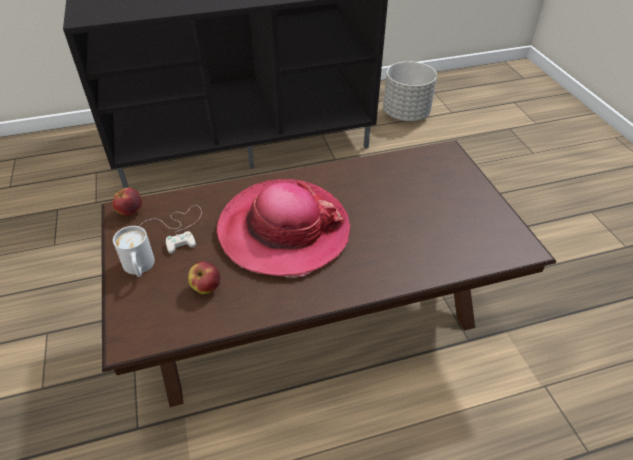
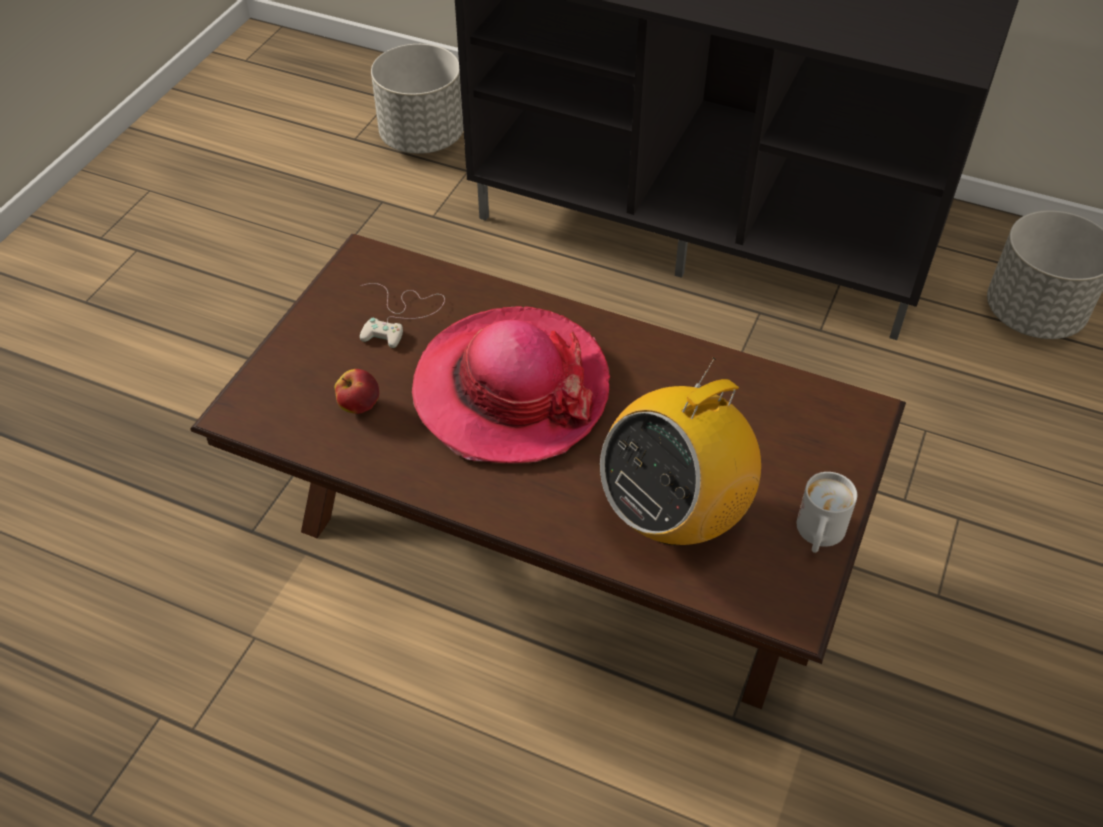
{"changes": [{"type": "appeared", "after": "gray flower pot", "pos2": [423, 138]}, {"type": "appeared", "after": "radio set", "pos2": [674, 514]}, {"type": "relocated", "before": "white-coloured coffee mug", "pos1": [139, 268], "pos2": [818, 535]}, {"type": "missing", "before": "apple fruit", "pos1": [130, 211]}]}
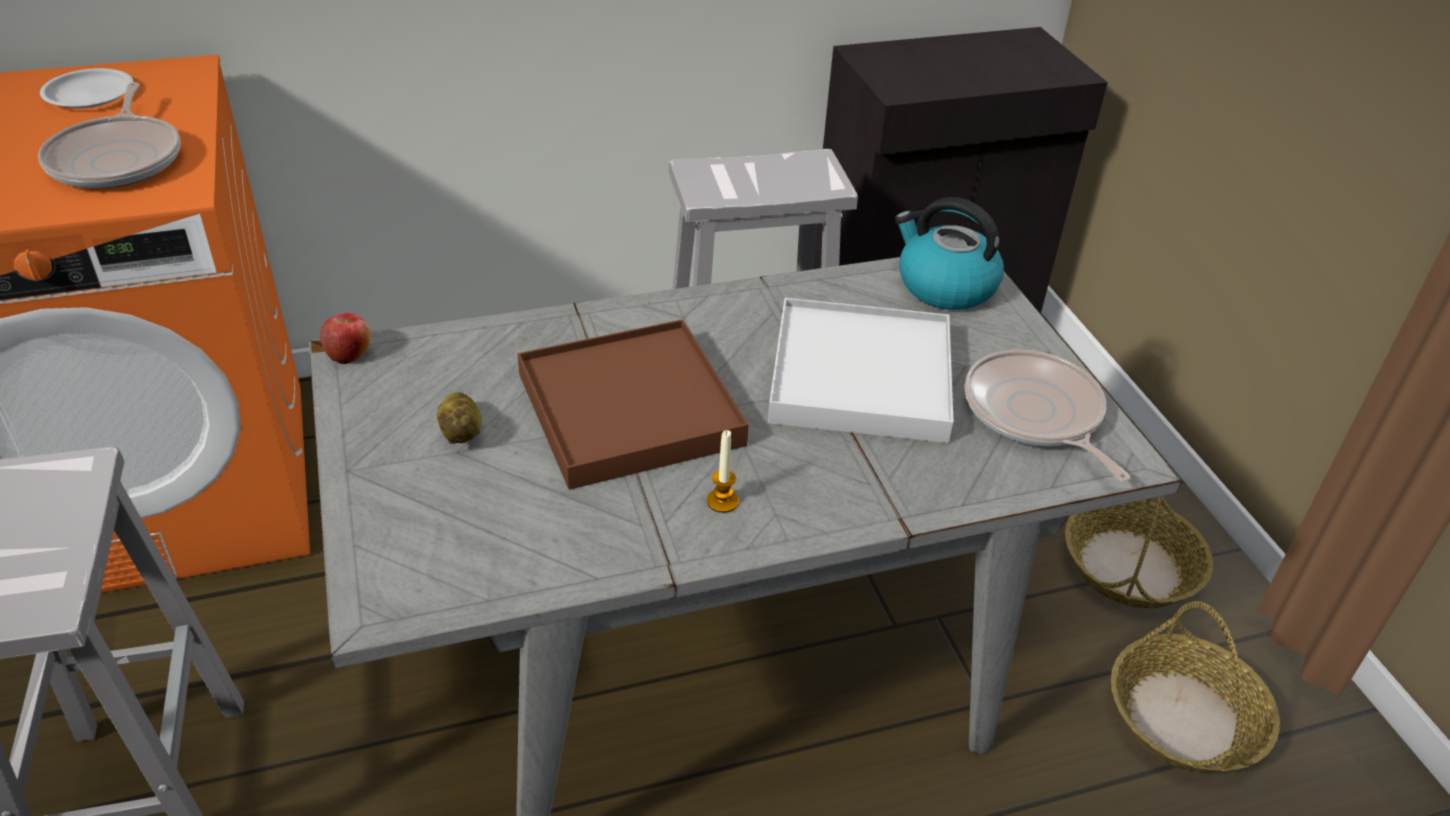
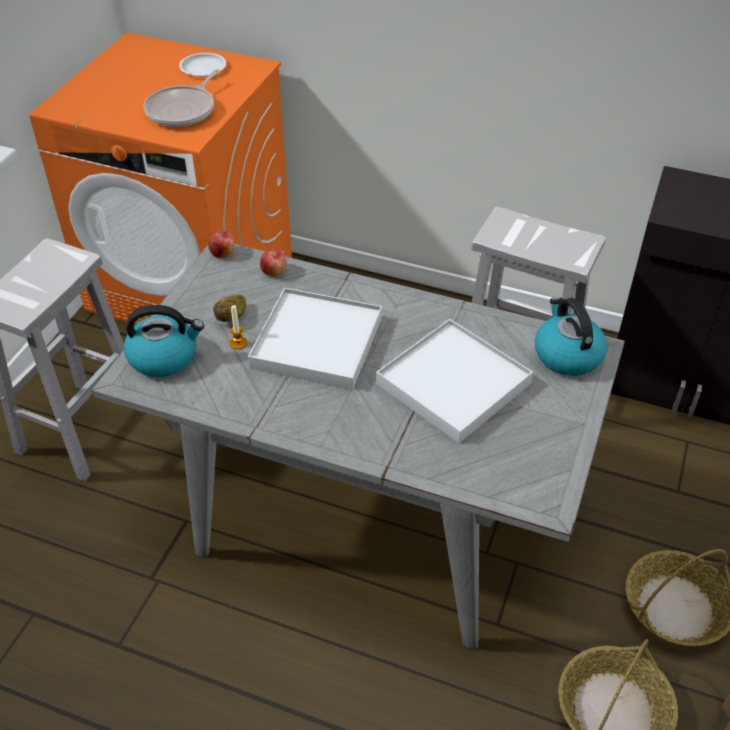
{"changes": [{"type": "appeared", "after": "water kettle", "pos2": [164, 357]}, {"type": "relocated", "before": "wax light", "pos1": [722, 501], "pos2": [238, 343]}, {"type": "colour", "before": "brown carrying tray", "after": "white-coloured carrying tray", "pos1": [630, 409], "pos2": [317, 343]}, {"type": "appeared", "after": "apple fruit", "pos2": [274, 271]}, {"type": "missing", "before": "frying pan", "pos1": [1035, 414]}]}
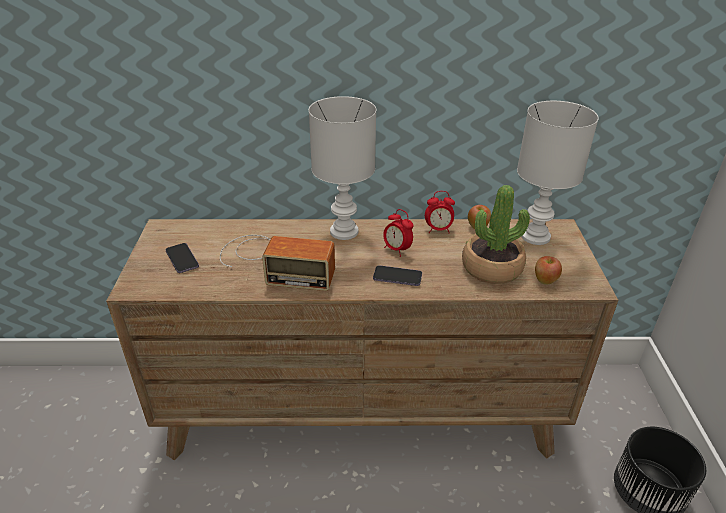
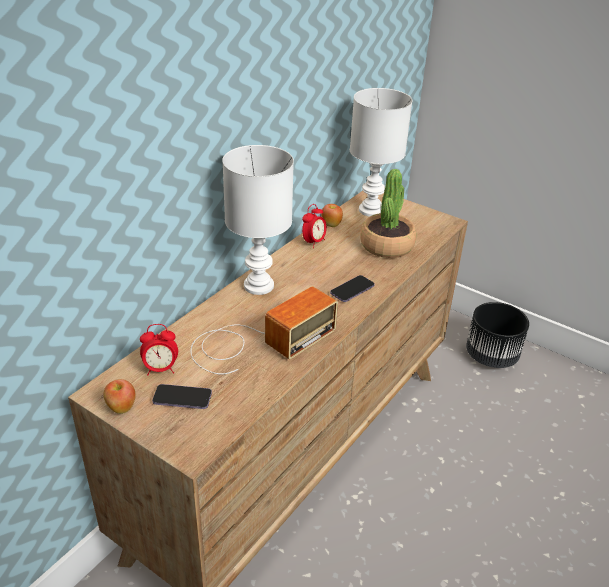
{"changes": [{"type": "relocated", "before": "apple fruit", "pos1": [545, 280], "pos2": [121, 408]}, {"type": "relocated", "before": "table clock", "pos1": [397, 249], "pos2": [161, 369]}]}
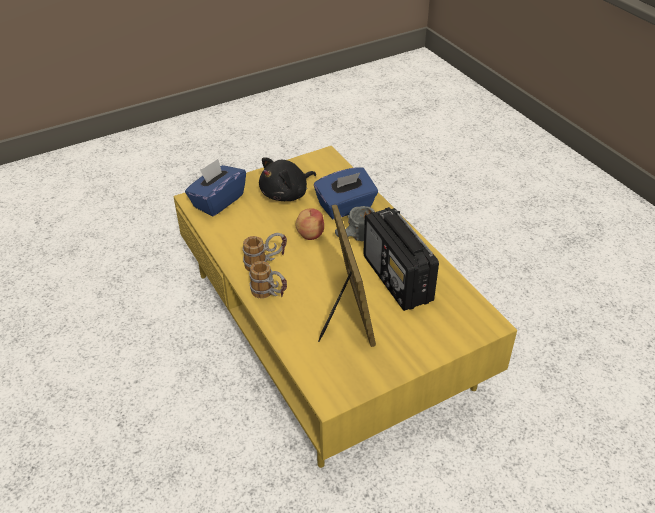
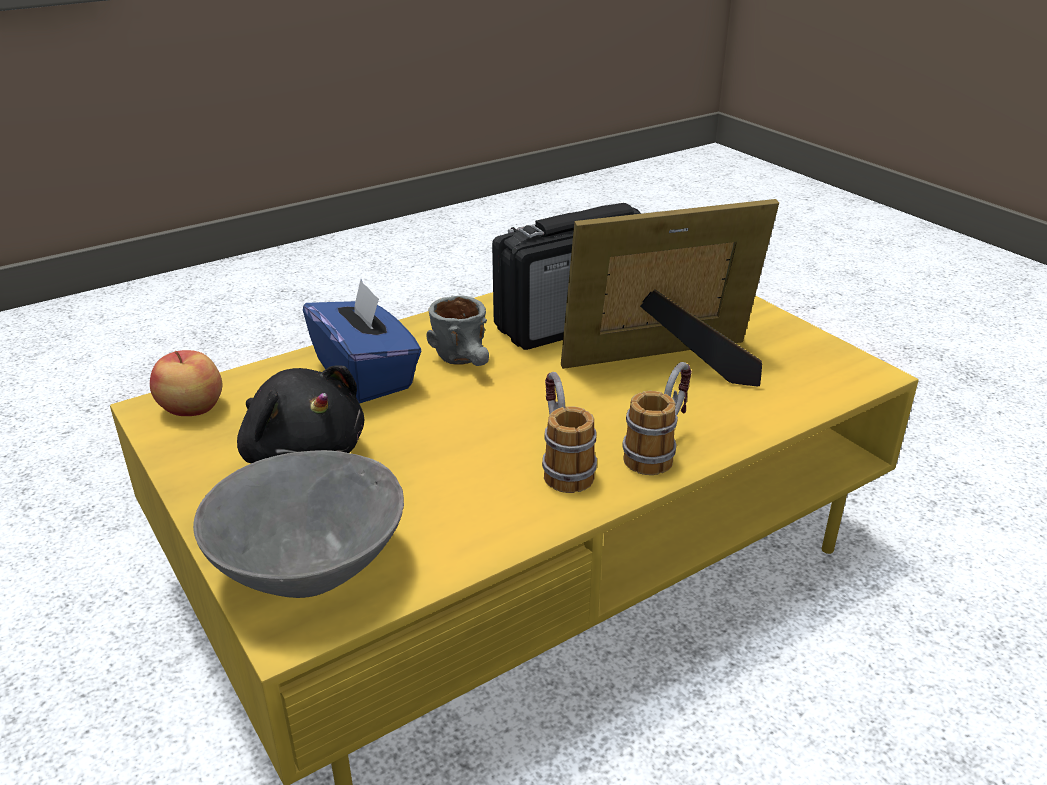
{"changes": [{"type": "relocated", "before": "apple fruit", "pos1": [310, 234], "pos2": [192, 409]}, {"type": "exchanged", "before": "blue-coloured tissue box", "after": "gray serving bowl", "pos1": [218, 201], "pos2": [312, 570]}]}
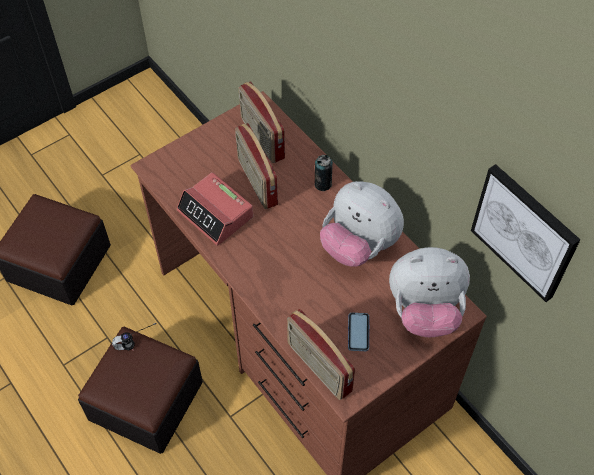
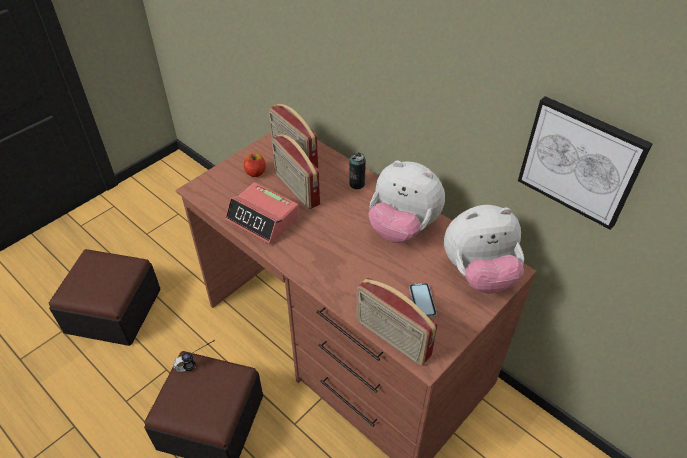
{"changes": [{"type": "appeared", "after": "apple fruit", "pos2": [255, 172]}]}
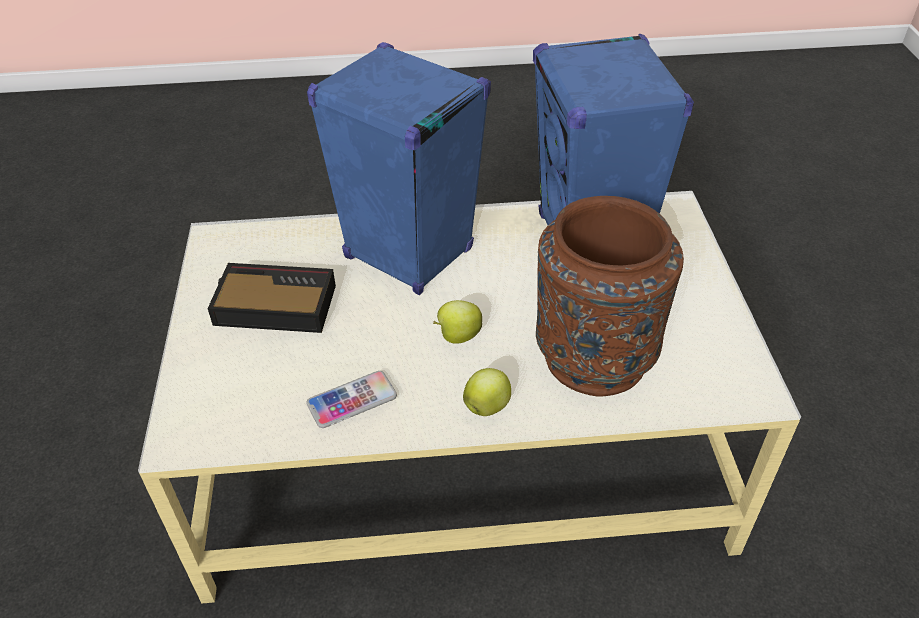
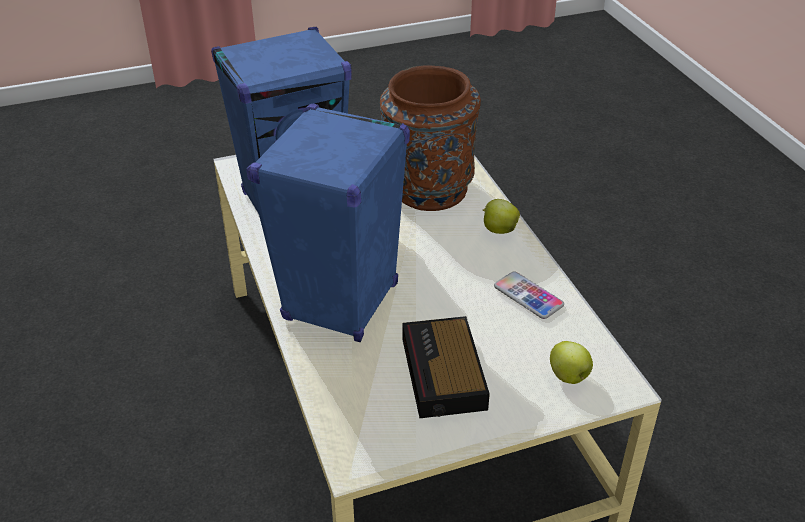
{"changes": [{"type": "relocated", "before": "apple fruit", "pos1": [457, 336], "pos2": [569, 377]}]}
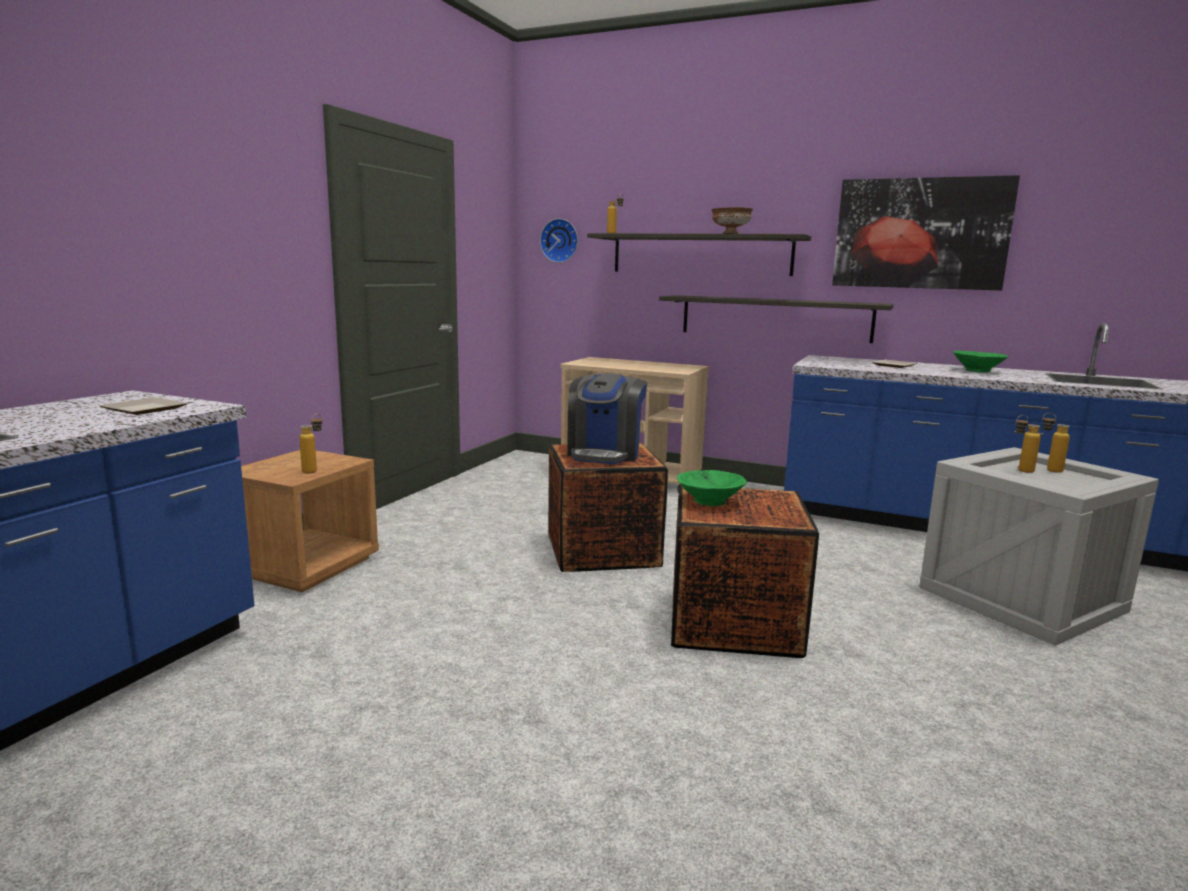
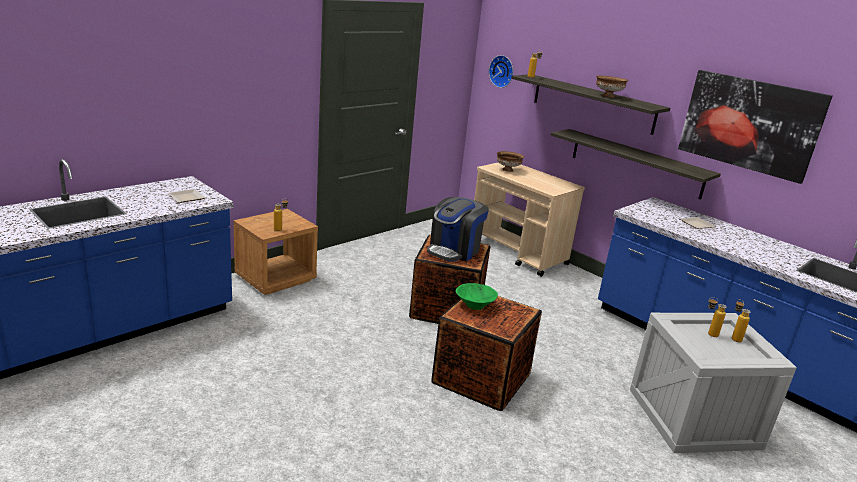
{"changes": [{"type": "appeared", "after": "brown serving bowl", "pos2": [507, 170]}, {"type": "missing", "before": "green serving bowl", "pos1": [977, 371]}]}
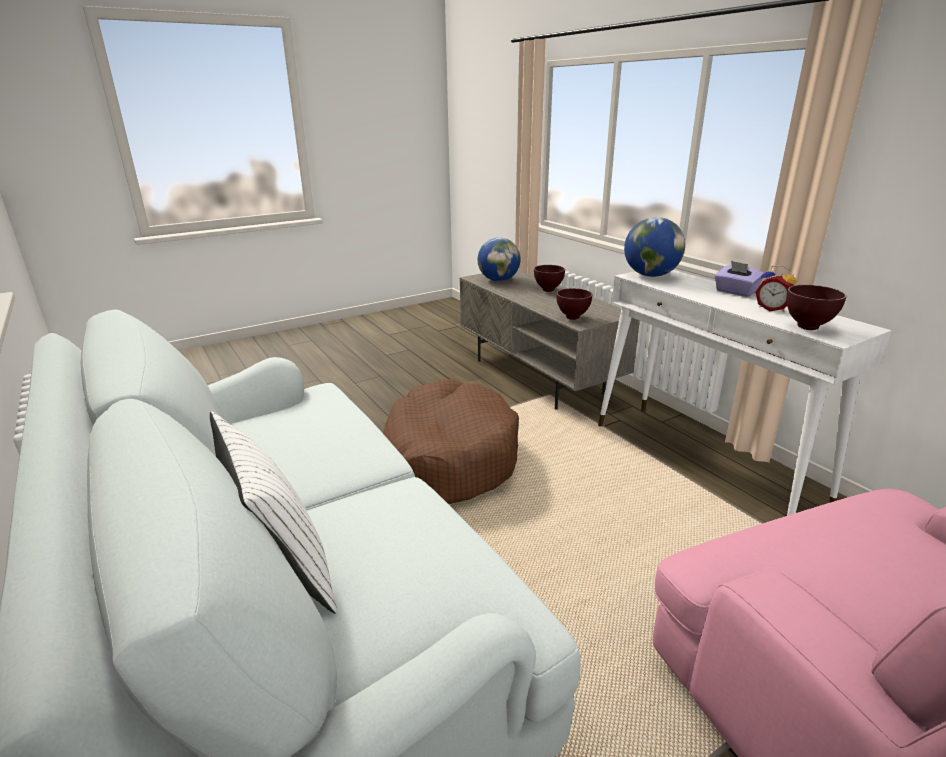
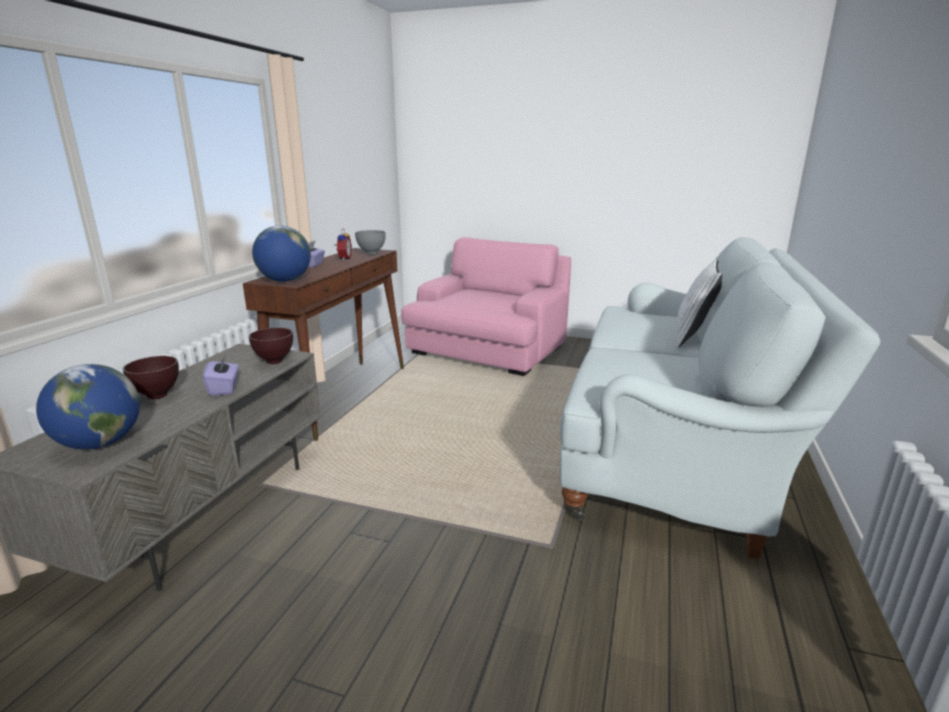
{"changes": [{"type": "appeared", "after": "purplish tissue box", "pos2": [224, 388]}, {"type": "colour", "before": "white-coloured narrow table", "after": "brown narrow table", "pos1": [703, 464], "pos2": [342, 396]}, {"type": "colour", "before": "brown serving bowl", "after": "gray serving bowl", "pos1": [806, 327], "pos2": [372, 254]}, {"type": "missing", "before": "brown dog bed", "pos1": [450, 456]}]}
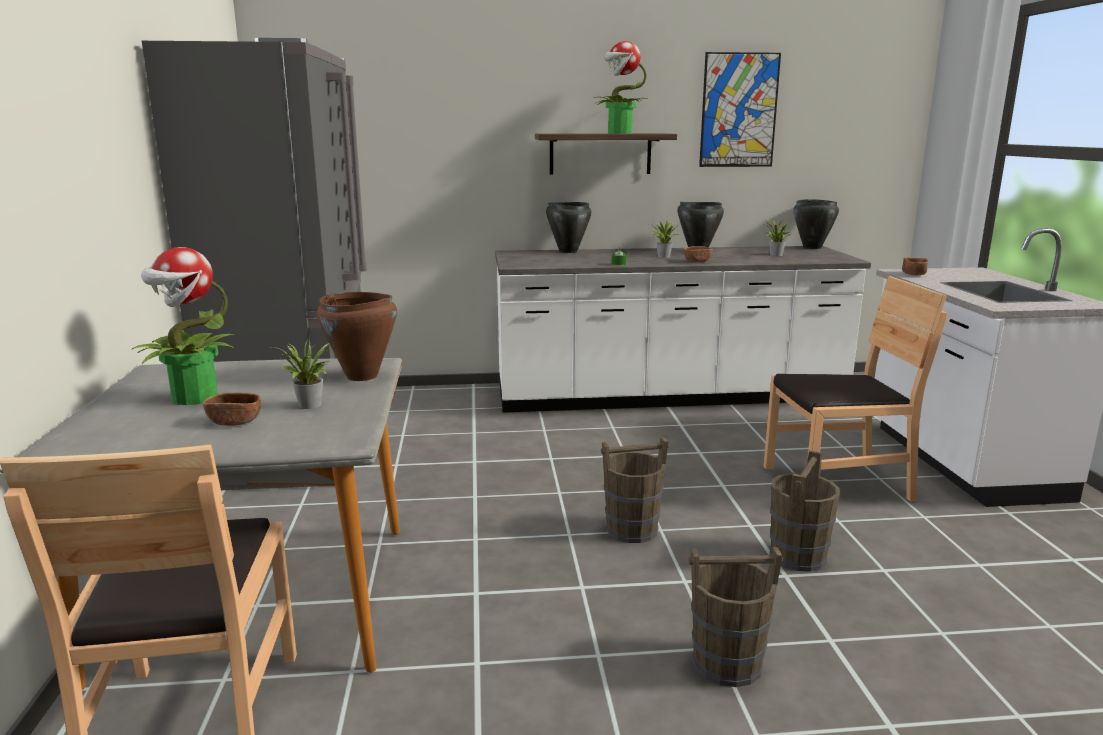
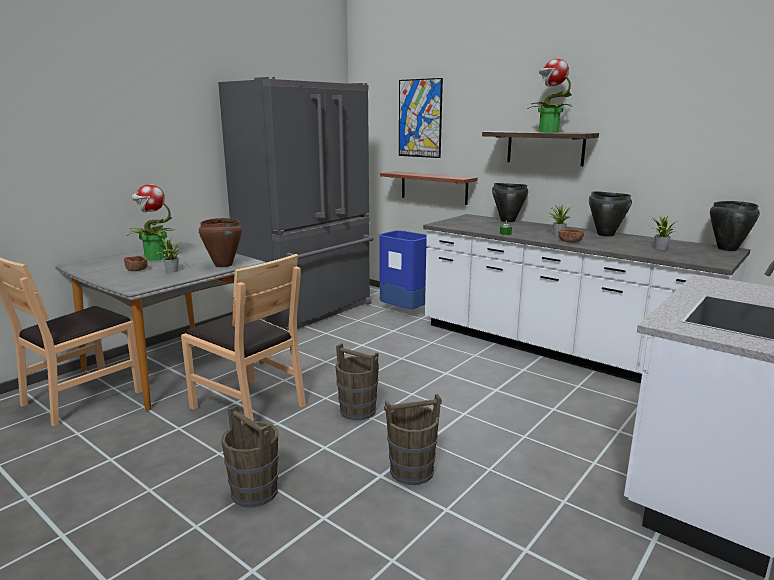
{"changes": [{"type": "relocated", "before": "brown chair", "pos1": [836, 484], "pos2": [249, 406]}, {"type": "appeared", "after": "blue-coloured waste bin", "pos2": [404, 311]}, {"type": "appeared", "after": "shelf", "pos2": [434, 187]}, {"type": "relocated", "before": "picture", "pos1": [739, 110], "pos2": [420, 118]}, {"type": "missing", "before": "brown serving bowl", "pos1": [913, 274]}]}
